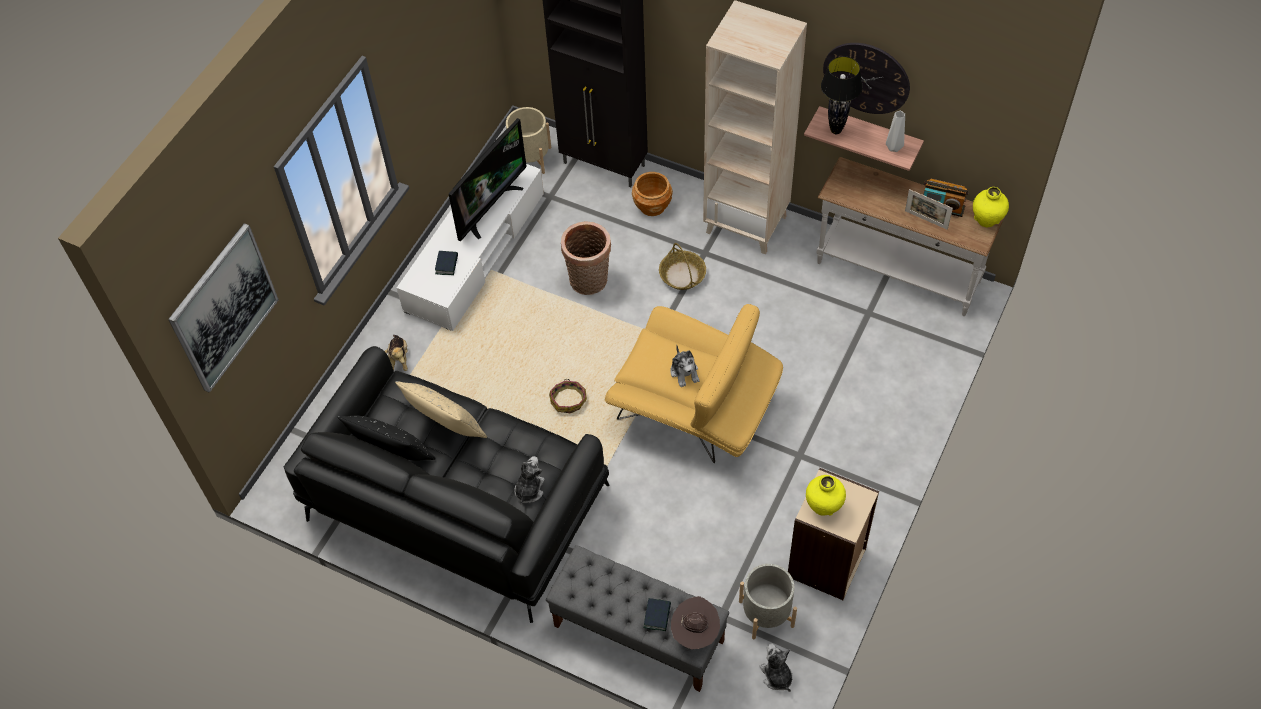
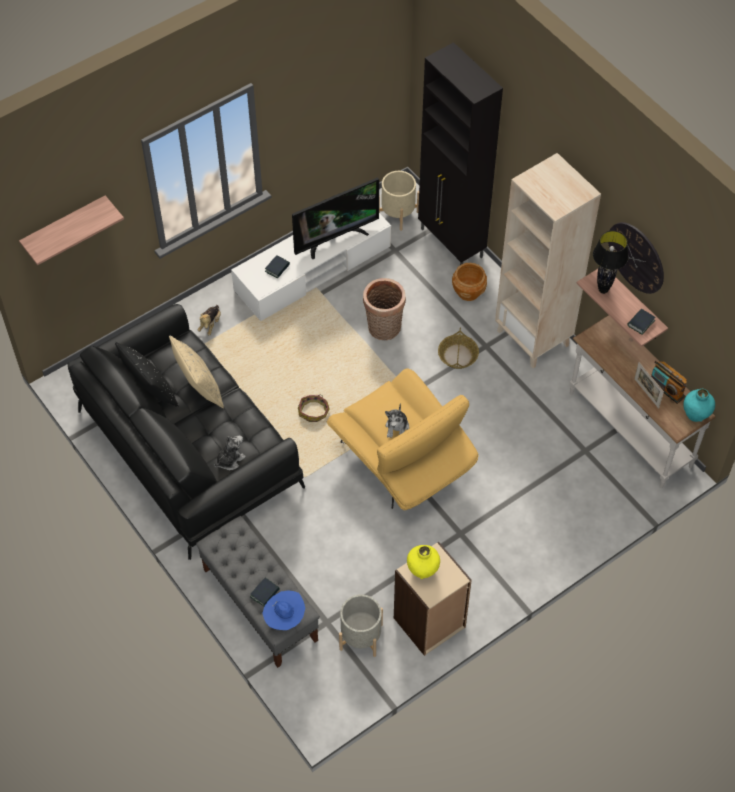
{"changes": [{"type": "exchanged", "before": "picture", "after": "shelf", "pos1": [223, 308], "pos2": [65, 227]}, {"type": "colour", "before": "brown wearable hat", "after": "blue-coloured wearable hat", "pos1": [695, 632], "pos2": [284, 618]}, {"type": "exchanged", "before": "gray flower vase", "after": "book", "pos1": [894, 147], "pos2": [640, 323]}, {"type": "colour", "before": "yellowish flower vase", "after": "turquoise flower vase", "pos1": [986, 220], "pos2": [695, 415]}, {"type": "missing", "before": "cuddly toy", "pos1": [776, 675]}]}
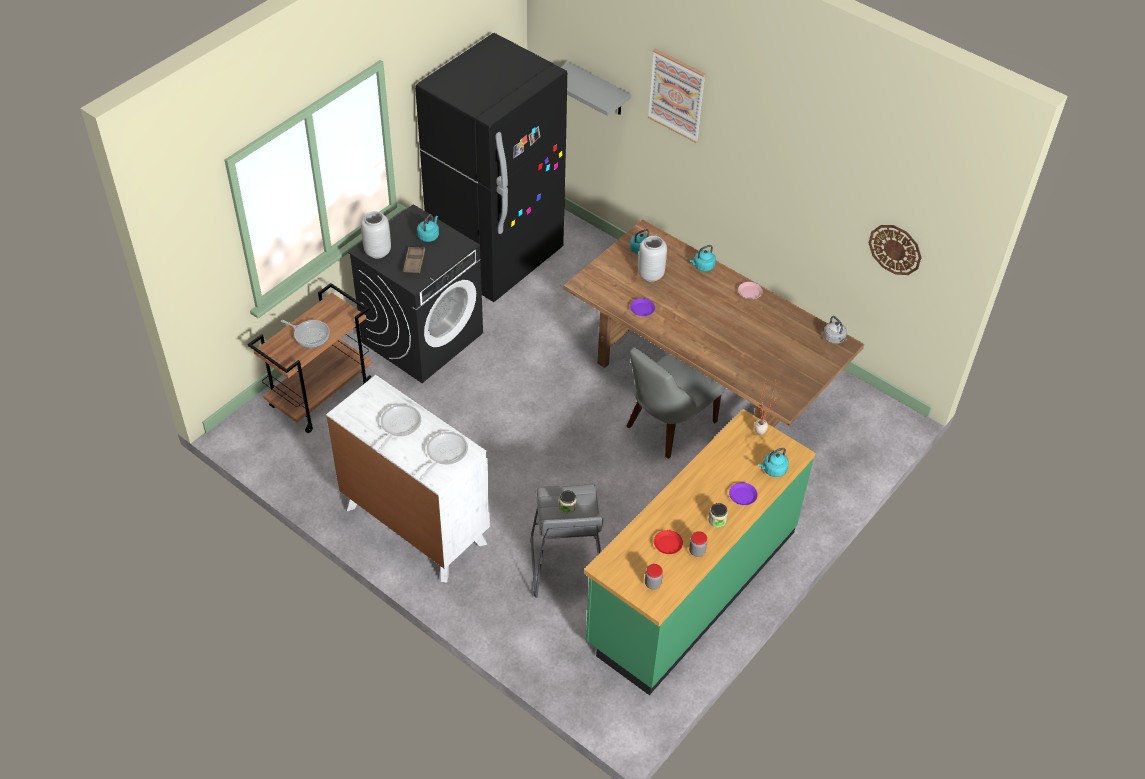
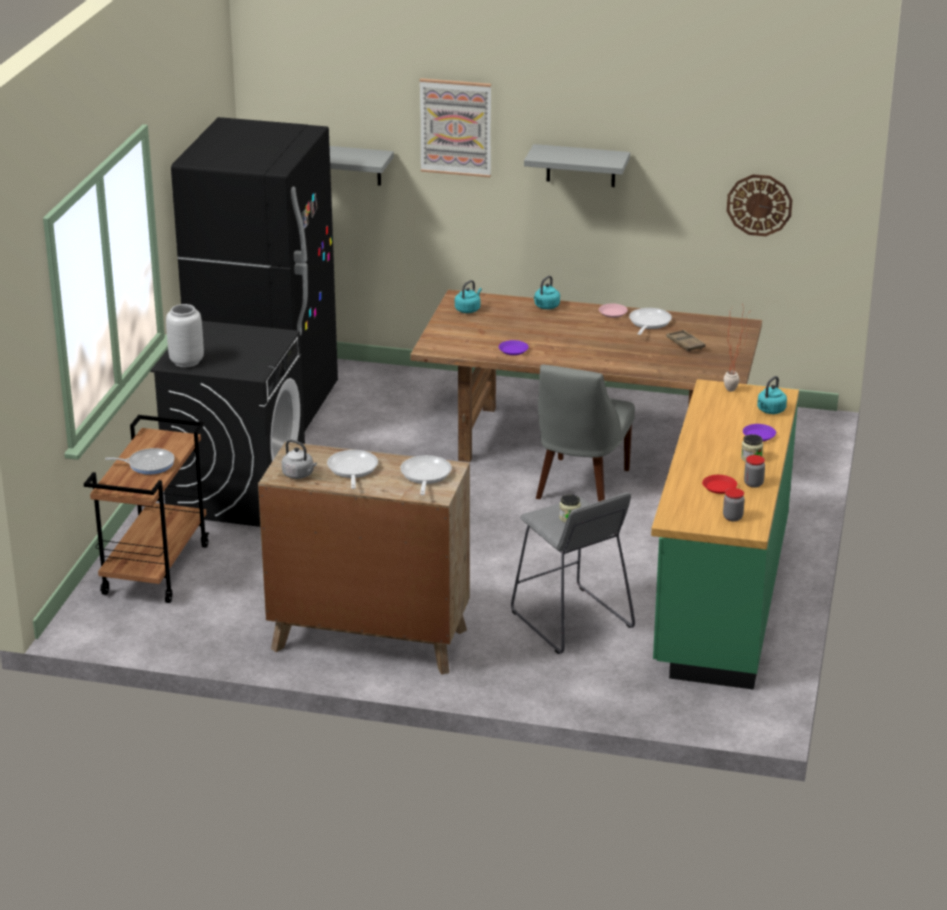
{"changes": [{"type": "colour", "before": "white-coloured dresser", "after": "brown dresser", "pos1": [415, 525], "pos2": [369, 639]}, {"type": "relocated", "before": "gray water kettle", "pos1": [834, 339], "pos2": [299, 475]}, {"type": "appeared", "after": "gray shelf", "pos2": [581, 165]}, {"type": "appeared", "after": "frying pan", "pos2": [648, 323]}, {"type": "relocated", "before": "brown carrying tray", "pos1": [414, 262], "pos2": [685, 344]}, {"type": "missing", "before": "turquoise water kettle", "pos1": [429, 235]}, {"type": "missing", "before": "gray flower vase", "pos1": [650, 275]}]}
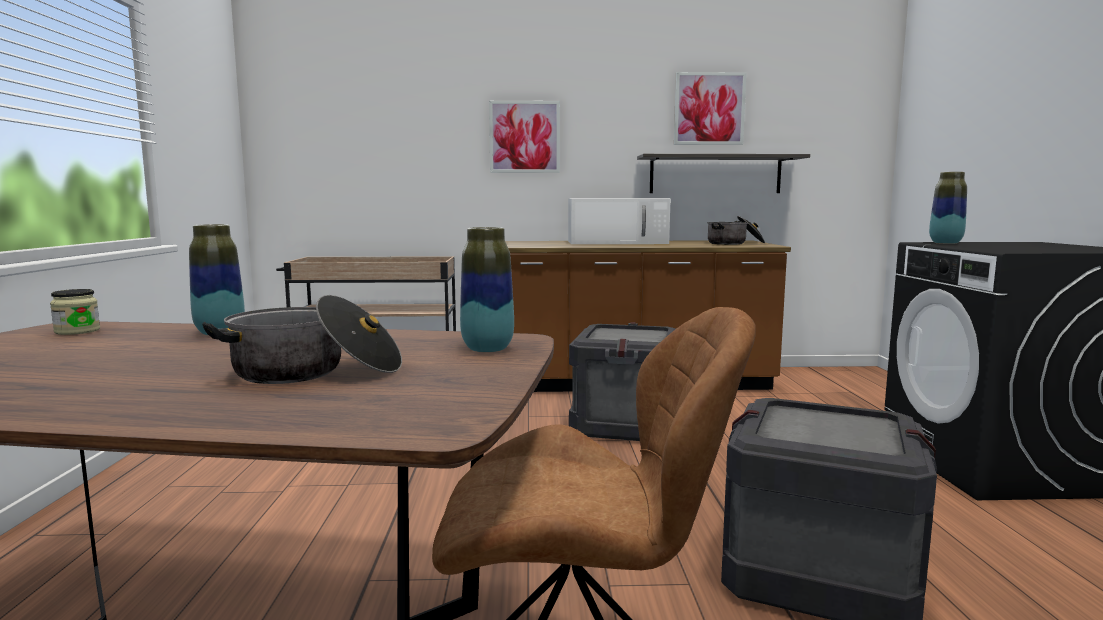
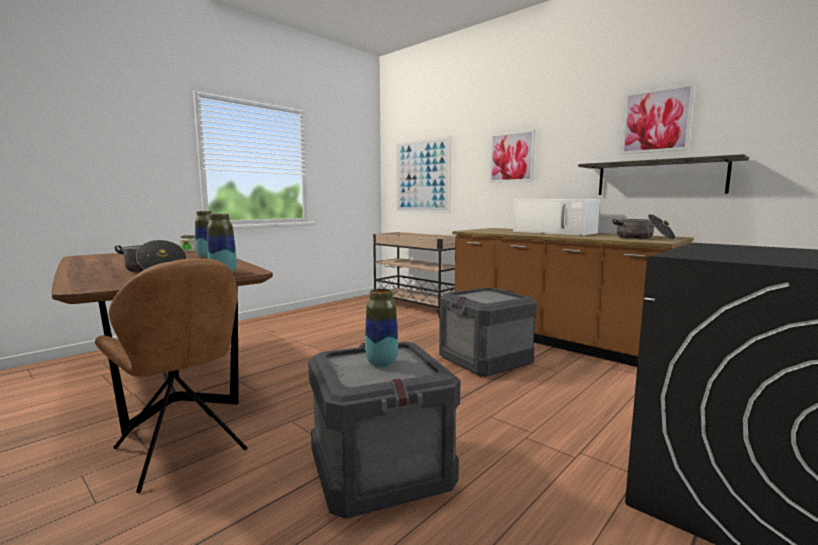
{"changes": [{"type": "relocated", "before": "flower vase", "pos1": [945, 243], "pos2": [381, 363]}, {"type": "appeared", "after": "picture", "pos2": [422, 176]}]}
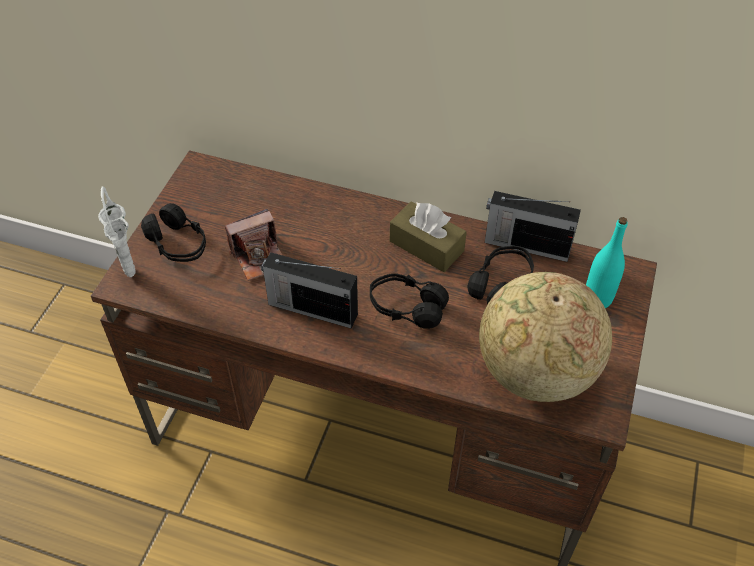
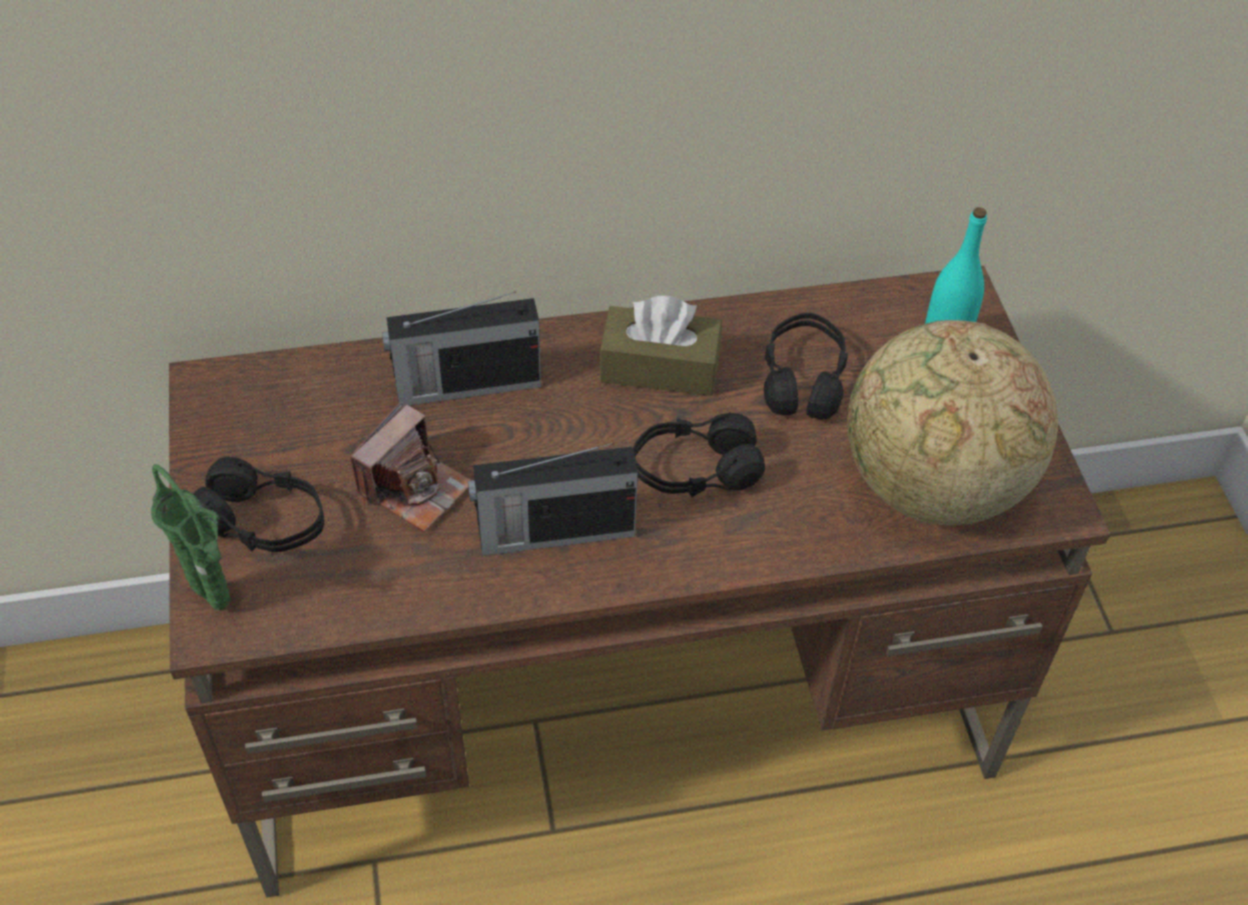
{"changes": [{"type": "colour", "before": "white-coloured flower vase", "after": "green flower vase", "pos1": [131, 275], "pos2": [218, 606]}, {"type": "relocated", "before": "radio set", "pos1": [525, 245], "pos2": [465, 385]}]}
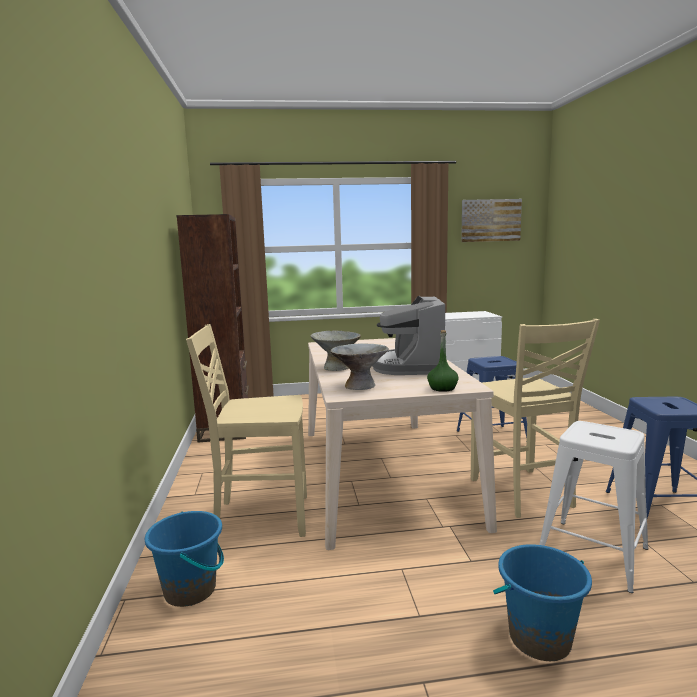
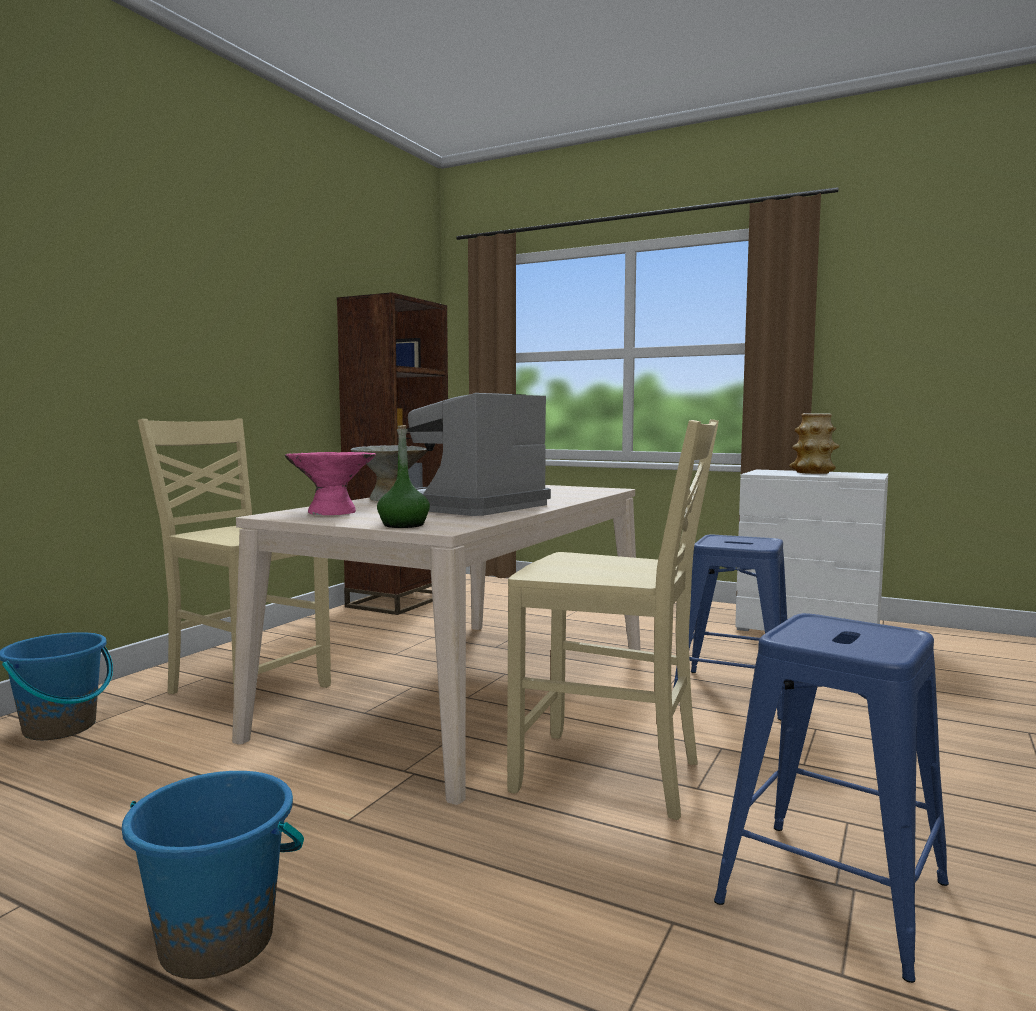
{"changes": [{"type": "colour", "before": "gray serving bowl", "after": "pink serving bowl", "pos1": [360, 386], "pos2": [331, 512]}, {"type": "spun", "before": "beige-coloured chair", "pos1": [522, 493], "pos2": [611, 776], "turn": -90}, {"type": "appeared", "after": "flower vase", "pos2": [813, 472]}, {"type": "missing", "before": "picture", "pos1": [490, 220]}, {"type": "missing", "before": "white-coloured sitting stool", "pos1": [593, 554]}]}
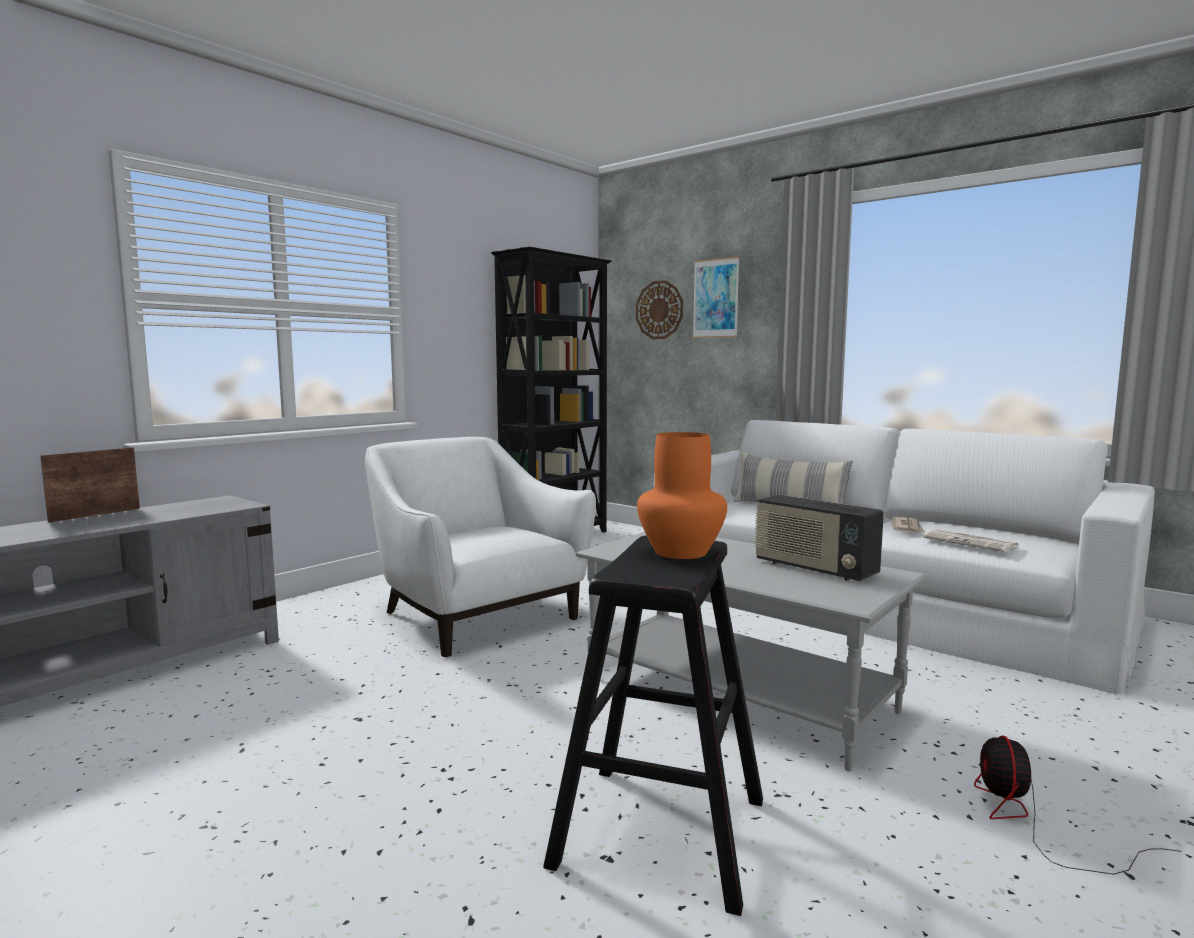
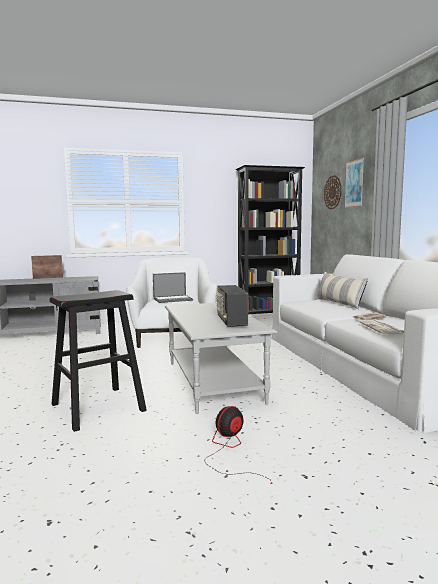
{"changes": [{"type": "appeared", "after": "laptop", "pos2": [173, 299]}, {"type": "missing", "before": "orangey flower vase", "pos1": [682, 552]}]}
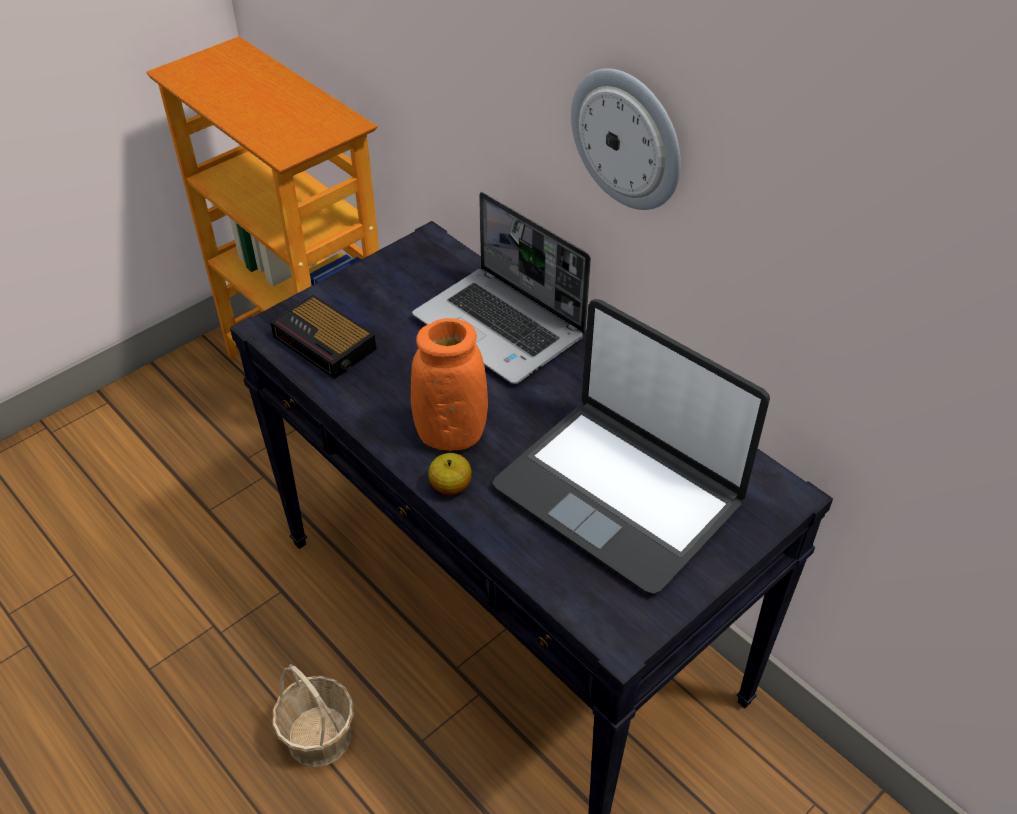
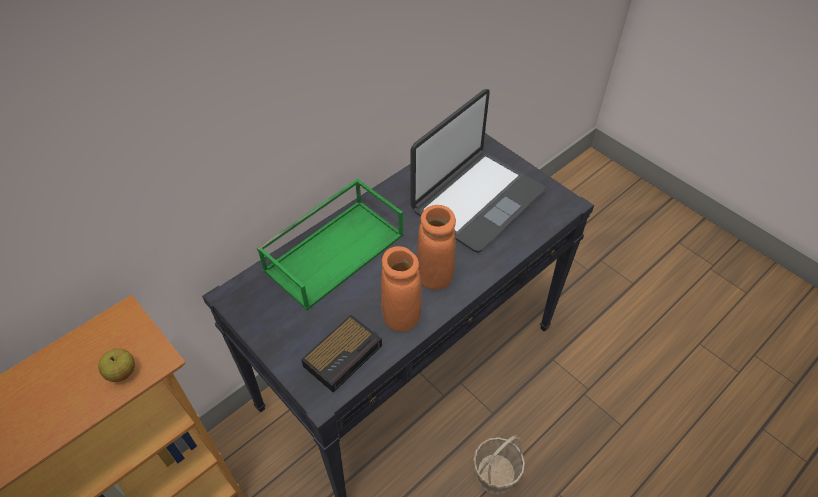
{"changes": [{"type": "relocated", "before": "apple fruit", "pos1": [450, 486], "pos2": [122, 372]}, {"type": "exchanged", "before": "laptop", "after": "green carrying tray", "pos1": [501, 327], "pos2": [335, 251]}, {"type": "appeared", "after": "orangey flower vase", "pos2": [401, 316]}, {"type": "missing", "before": "wall clock", "pos1": [627, 139]}]}
